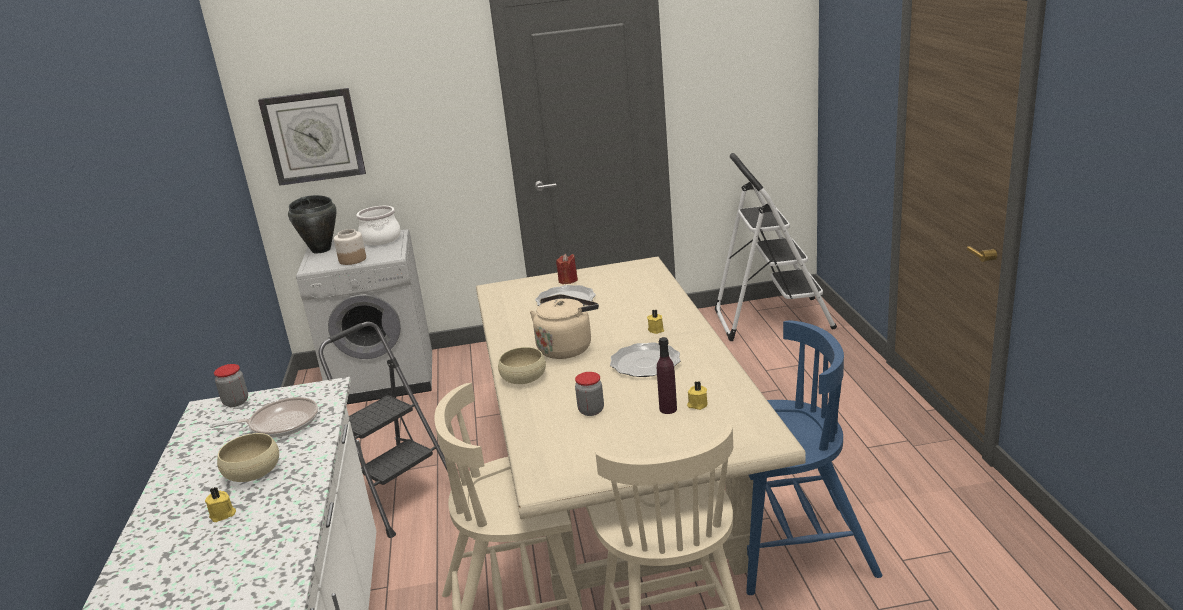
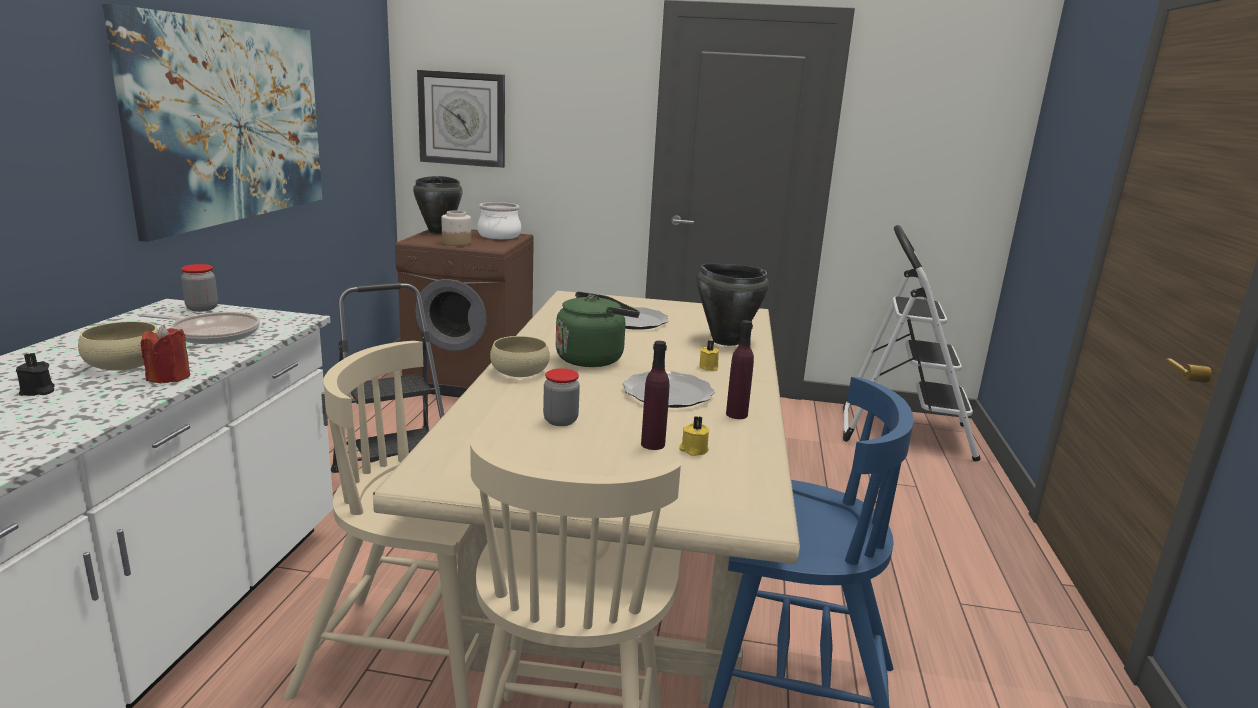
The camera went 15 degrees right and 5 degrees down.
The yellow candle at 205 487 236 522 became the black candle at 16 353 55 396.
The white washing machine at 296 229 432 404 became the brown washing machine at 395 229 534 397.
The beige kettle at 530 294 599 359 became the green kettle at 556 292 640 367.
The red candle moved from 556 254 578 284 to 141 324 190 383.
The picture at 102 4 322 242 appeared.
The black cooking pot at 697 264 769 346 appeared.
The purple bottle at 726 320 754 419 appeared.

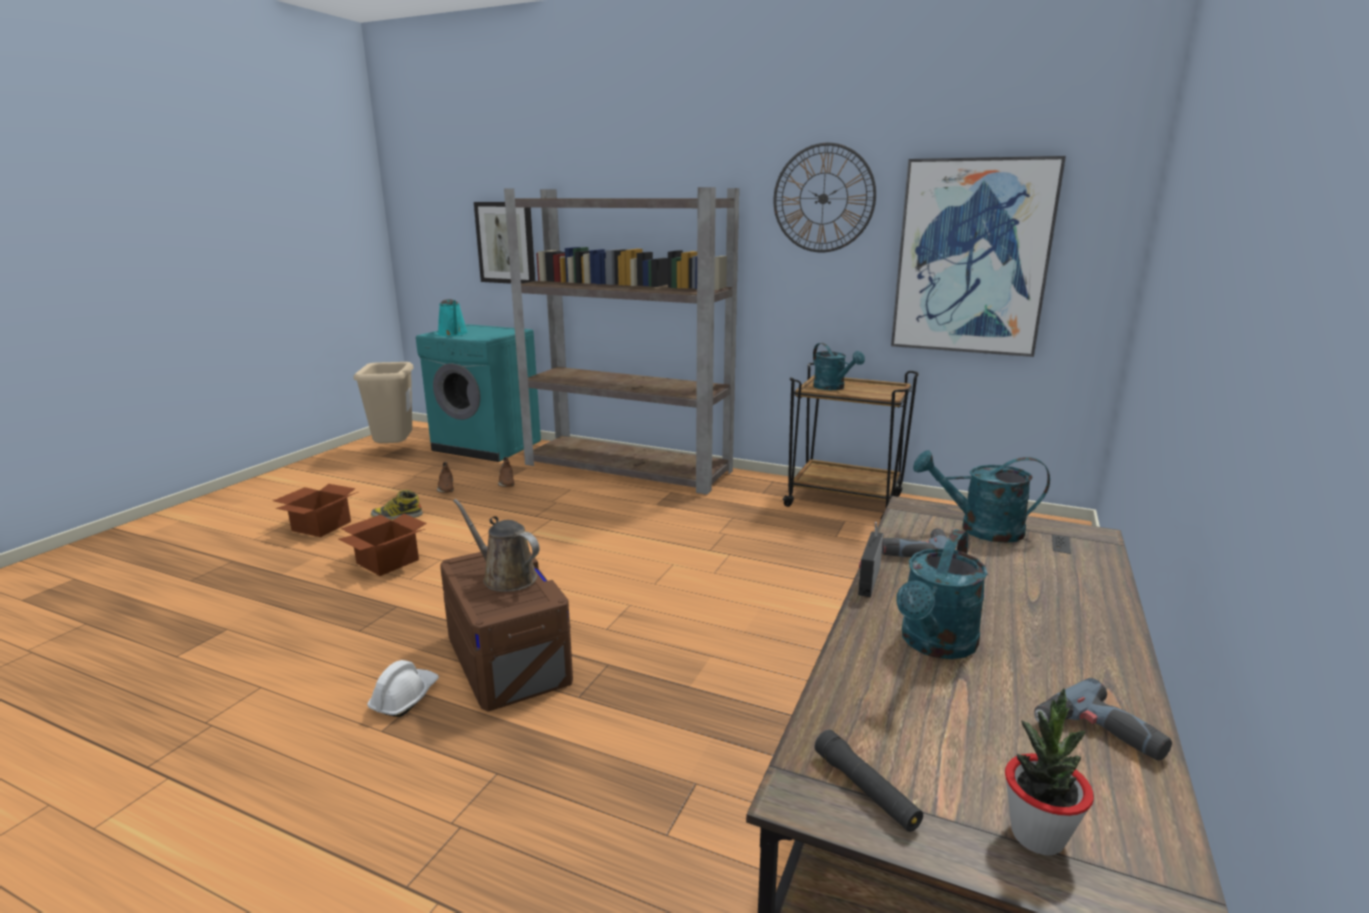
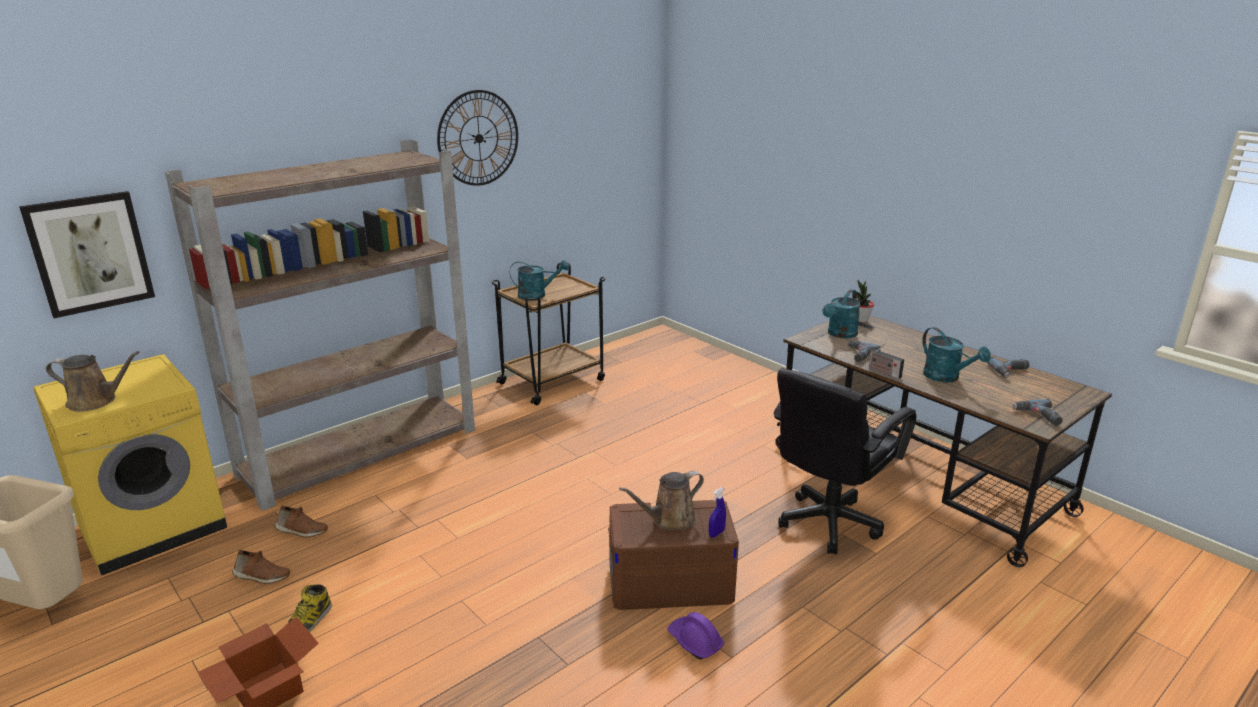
The camera went 65 degrees left and 5 degrees up.
The cardboard box at 339 514 427 576 disappeared.
The white hard hat at 367 660 439 717 became the purple hard hat at 667 612 724 659.
The turquoise washing machine at 416 324 541 462 became the yellow washing machine at 34 354 227 575.
The turquoise watering can at 438 299 468 336 became the brown watering can at 46 351 139 412.
The black flashlight at 815 730 923 832 was replaced by the power drill at 1013 399 1062 426.
The picture at 891 156 1066 357 disappeared.
The potted plant moved from 1005 688 1094 855 to 856 280 874 322.
The blue spray bottle at 709 487 726 538 appeared.
The black office chair at 774 368 916 555 appeared.

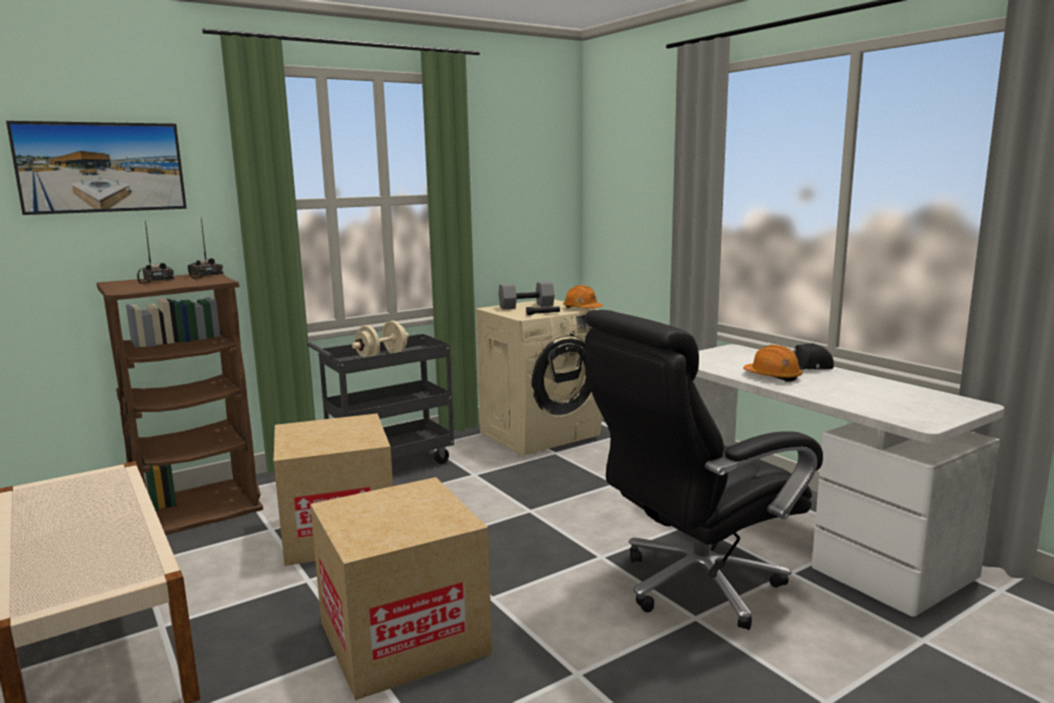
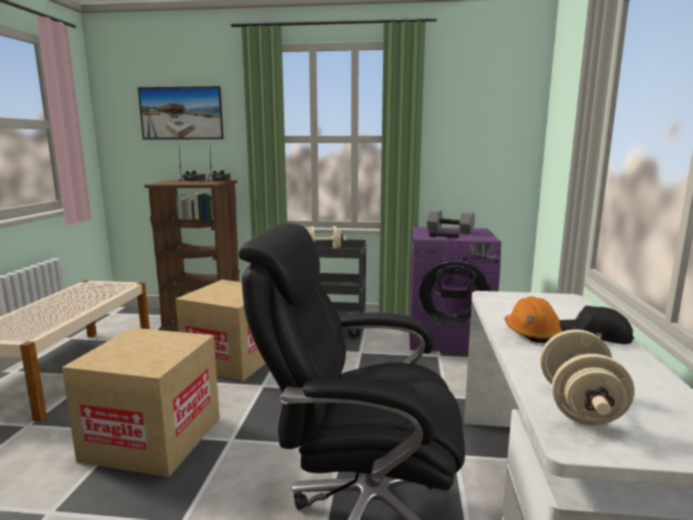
The camera went 40 degrees right and 0 degrees up.
The beige washing machine at 475 299 602 456 became the purple washing machine at 409 227 501 353.
The orange hard hat at 563 285 603 308 disappeared.
The beige dumbbell at 540 329 635 425 appeared.

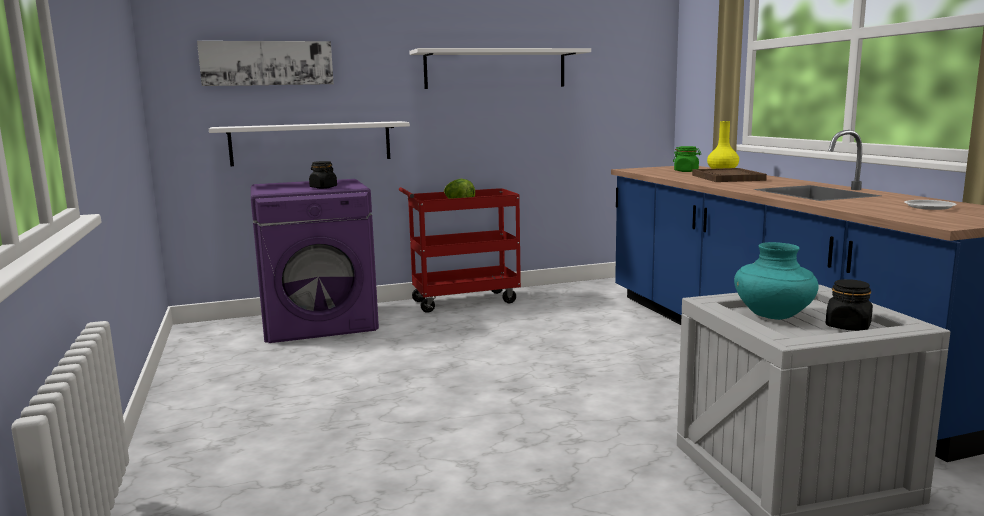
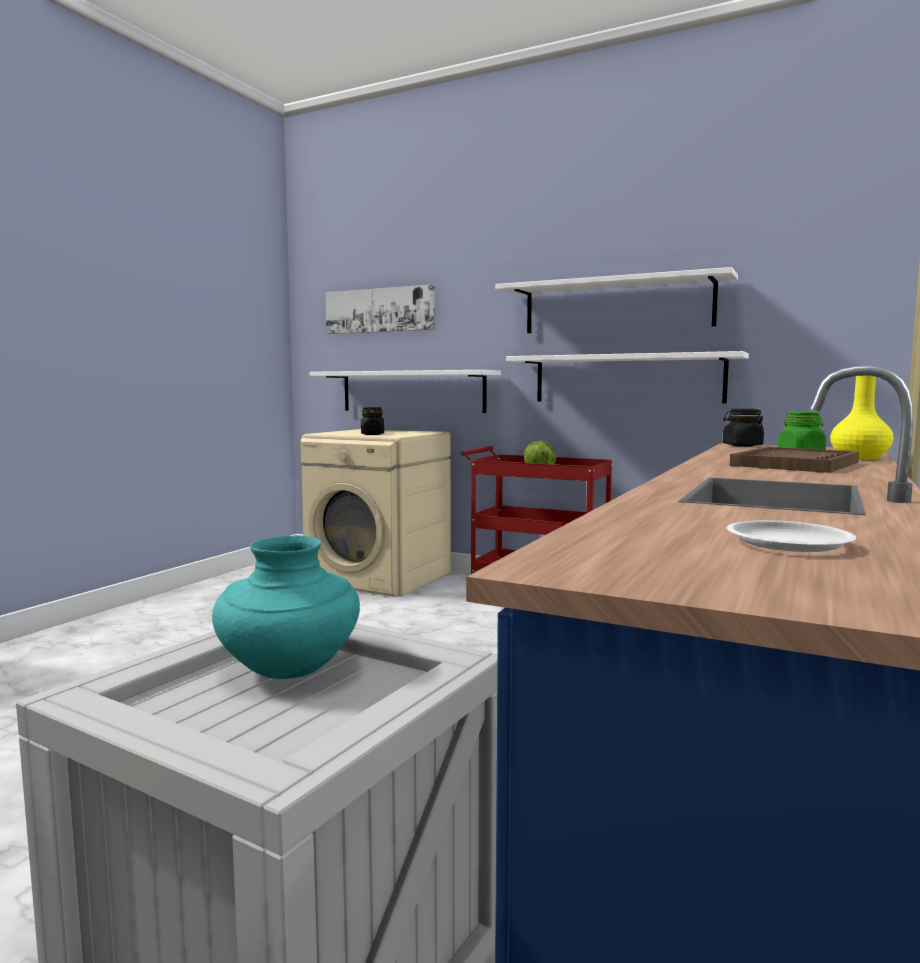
The camera went 45 degrees right and 5 degrees down.
The purple washing machine at 251 179 379 343 became the beige washing machine at 301 429 451 597.
The black jar moved from 826 279 873 331 to 723 409 764 447.
The white shelf at 506 351 749 403 appeared.

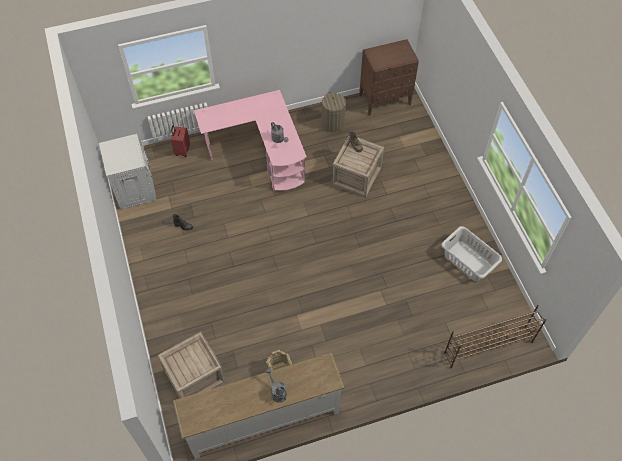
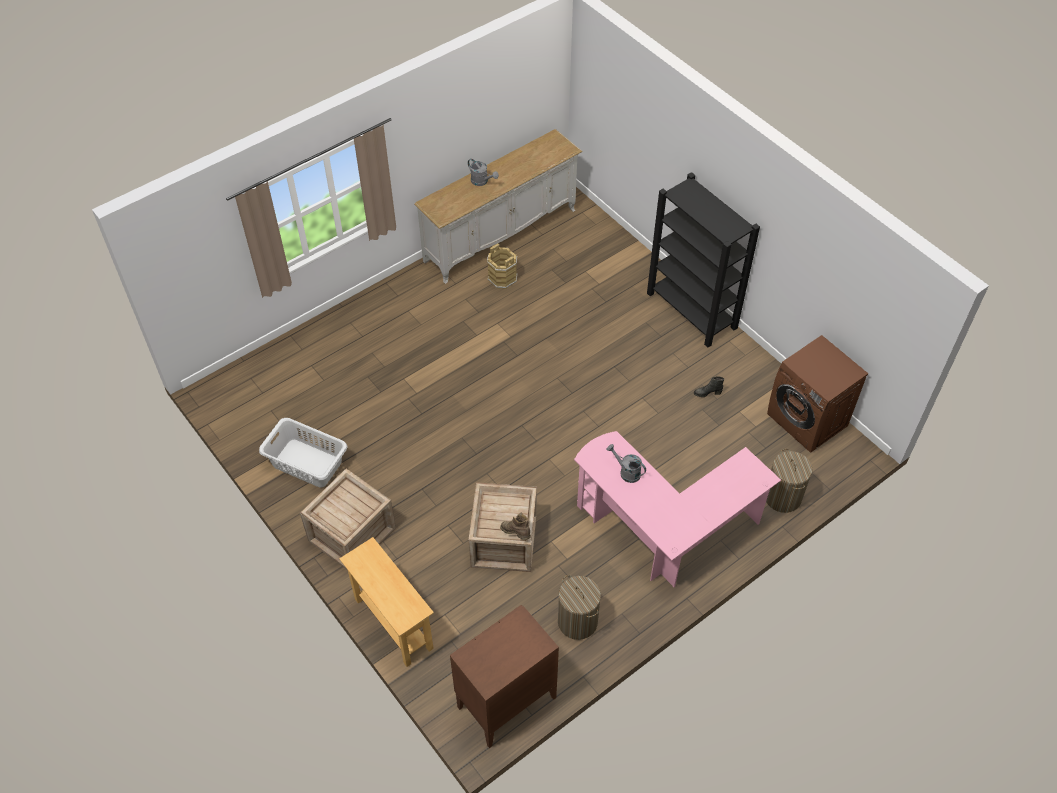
The camera went 160 degrees right and 5 degrees down.
The white washing machine at 99 134 156 210 became the brown washing machine at 767 335 868 453.
The crate moved from 158 332 226 398 to 300 469 396 570.
The red suitcase at 171 125 190 157 was replaced by the laundry basket at 766 449 812 513.
The brown shoe rack at 444 305 546 368 disappeared.
The beige console table at 339 537 434 667 appeared.
The black bookcase at 647 172 760 347 appeared.

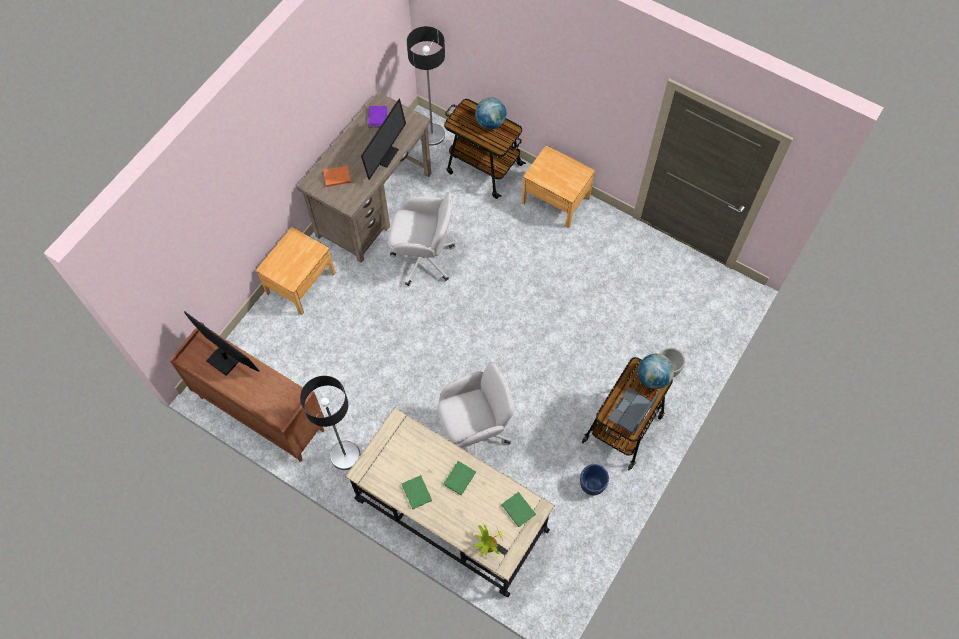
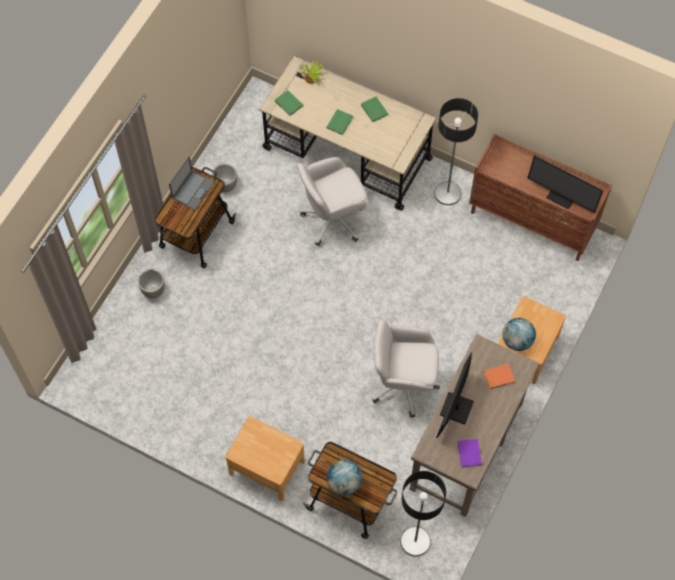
The camera went 175 degrees right and 0 degrees up.
The blue planter at 580 464 609 495 became the grey planter at 212 164 237 193.
The globe moved from 638 354 674 389 to 502 318 536 351.

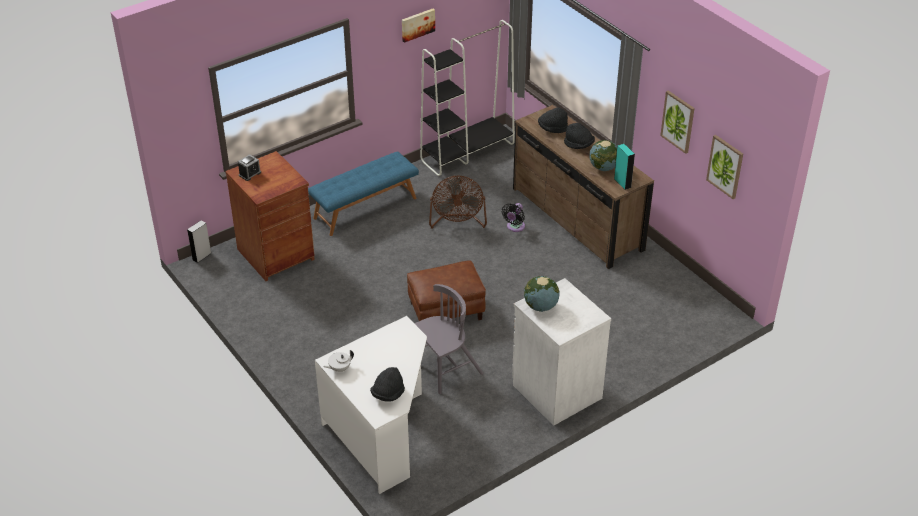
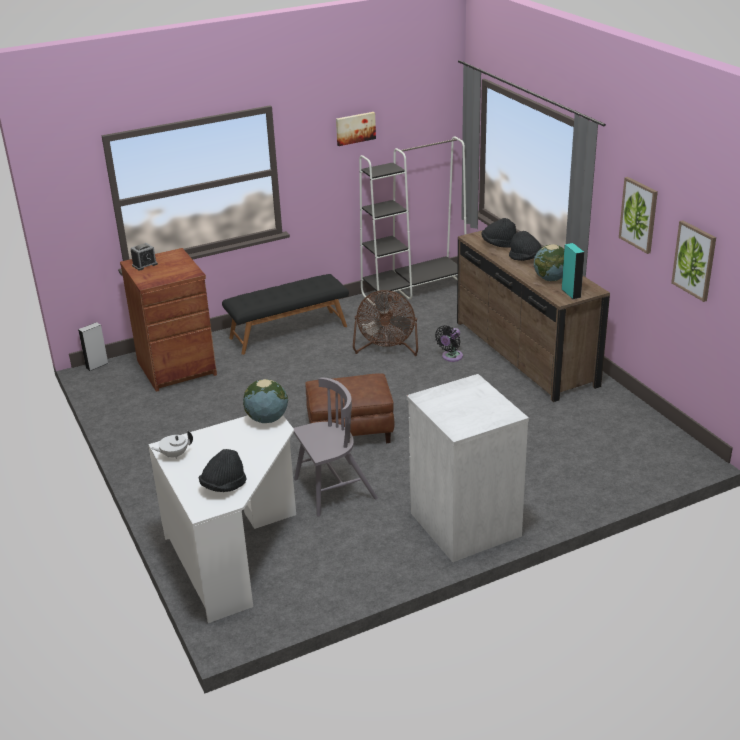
The camera went 10 degrees right and 10 degrees down.
The blue bench at 308 151 419 236 became the black bench at 222 274 349 355.
The globe moved from 524 276 560 312 to 243 379 288 424.

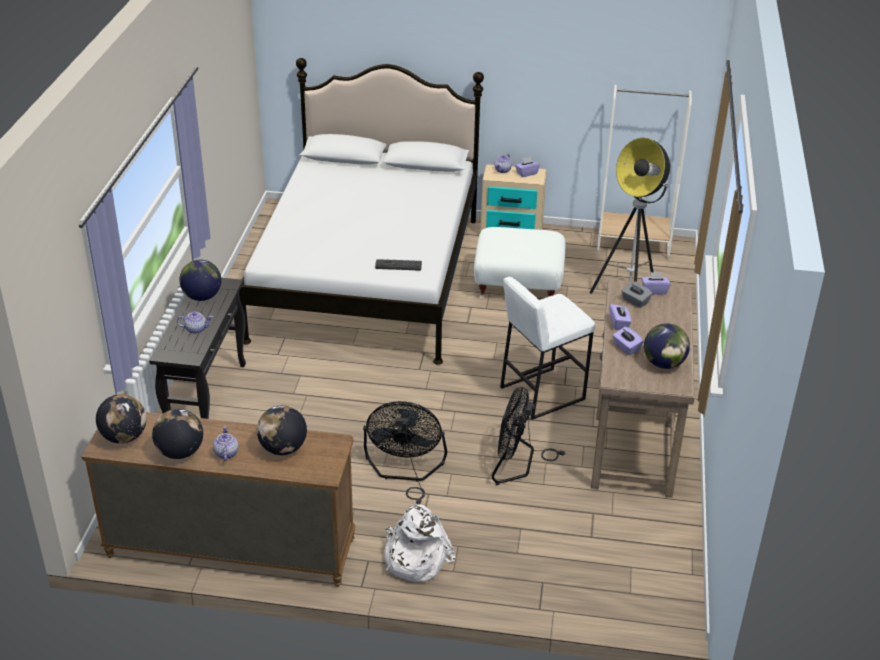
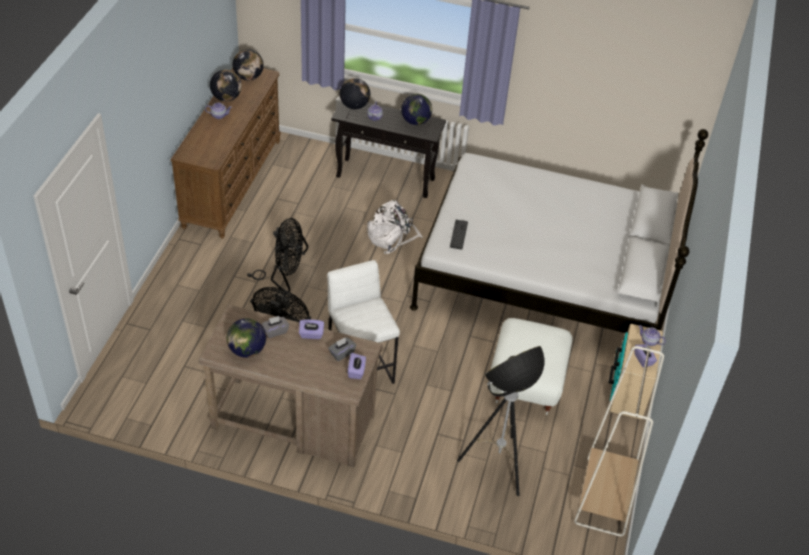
The camera went 95 degrees right and 10 degrees up.
The globe moved from 257 405 307 455 to 340 78 370 109.
The white backpack moved from 384 505 456 582 to 367 200 423 254.
The purple tissue box at 613 327 644 355 became the grey tissue box at 262 316 289 338.

